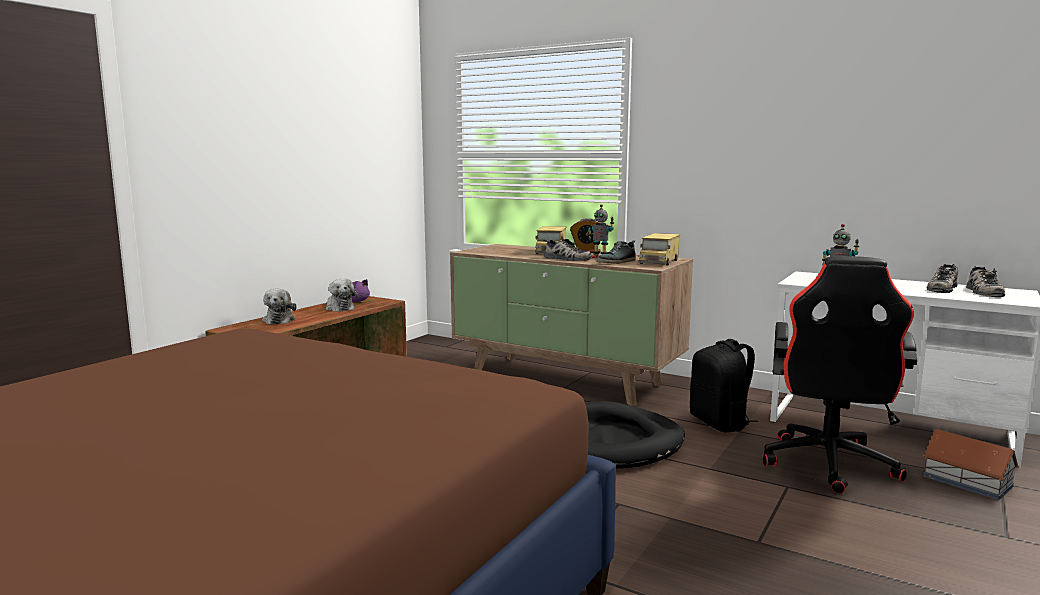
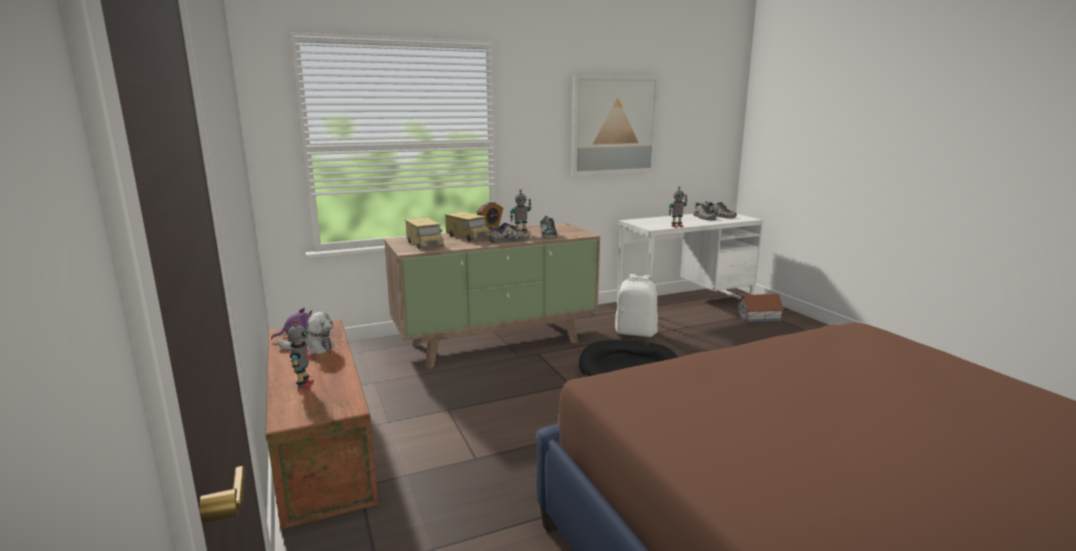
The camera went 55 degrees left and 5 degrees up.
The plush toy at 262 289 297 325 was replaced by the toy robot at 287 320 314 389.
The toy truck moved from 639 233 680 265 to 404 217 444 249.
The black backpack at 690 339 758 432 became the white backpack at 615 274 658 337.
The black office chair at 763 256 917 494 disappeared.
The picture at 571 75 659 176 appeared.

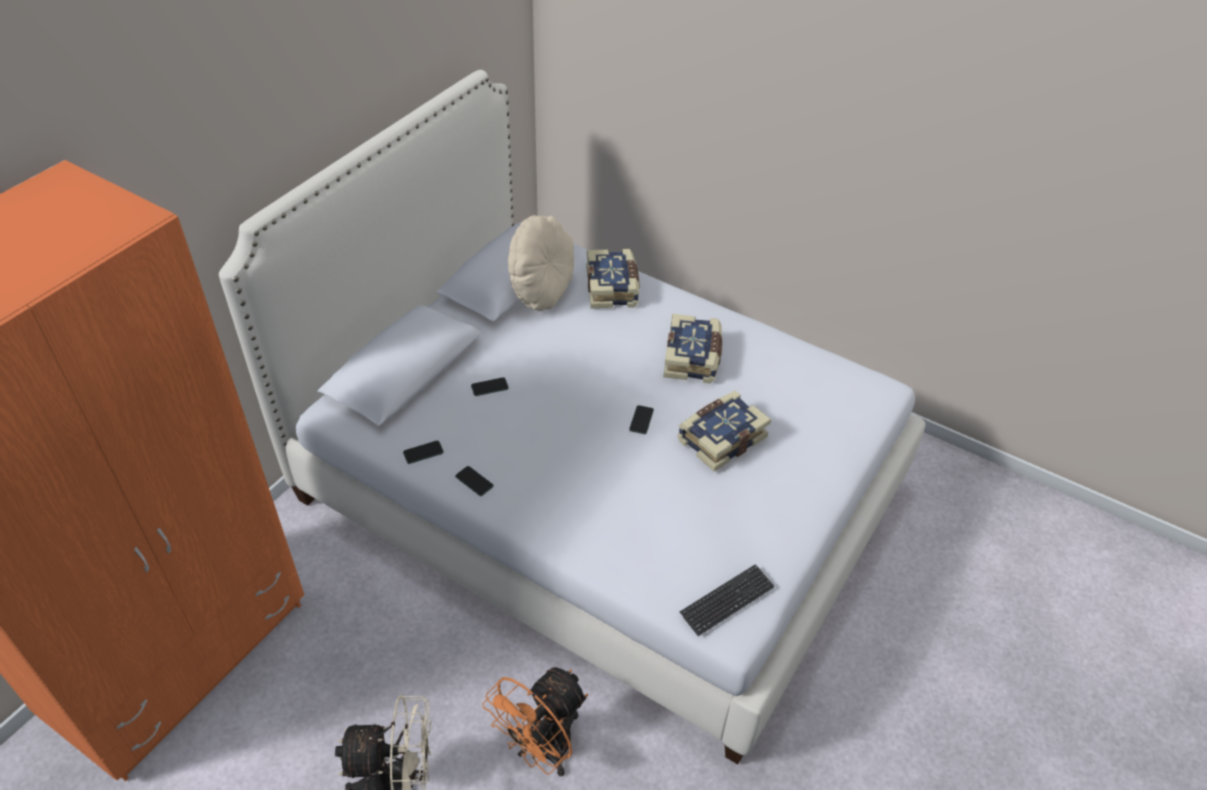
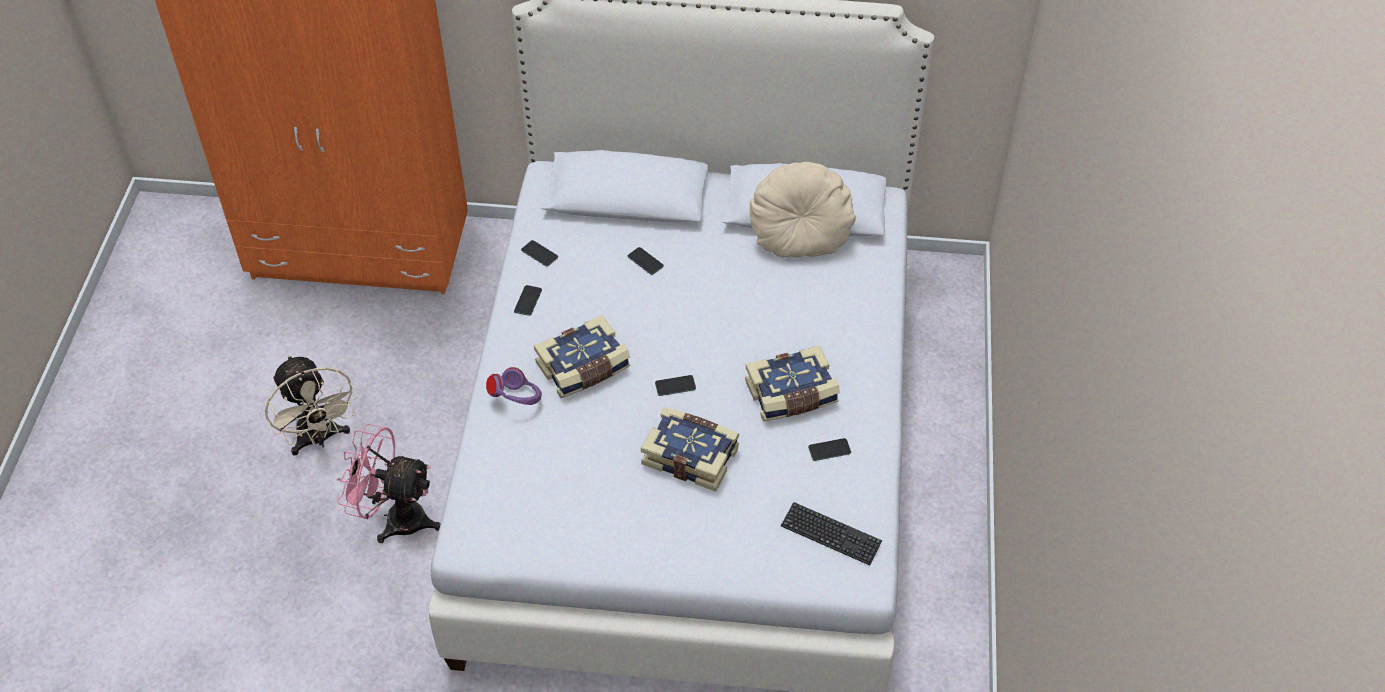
The camera went 65 degrees right and 5 degrees up.
The orange fan at 482 667 588 776 became the pink fan at 337 424 440 543.
The book moved from 586 249 640 308 to 534 315 630 398.
The keyboard moved from 680 564 775 636 to 781 502 882 565.
The purple headphones at 486 367 542 405 appeared.
The phone at 808 438 851 461 appeared.

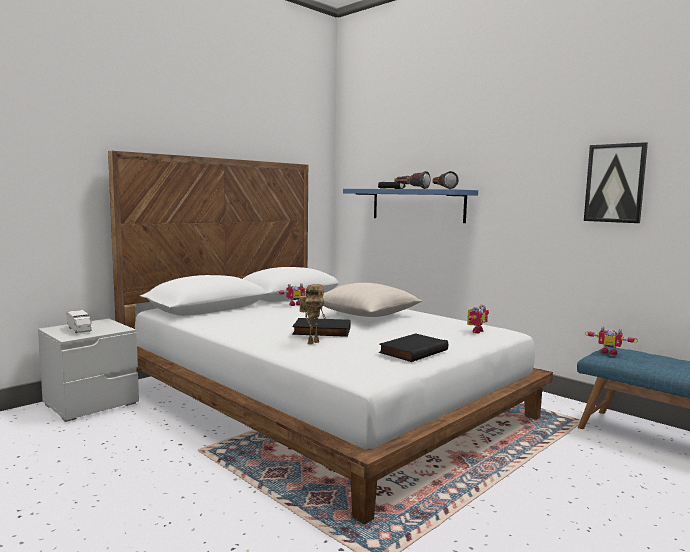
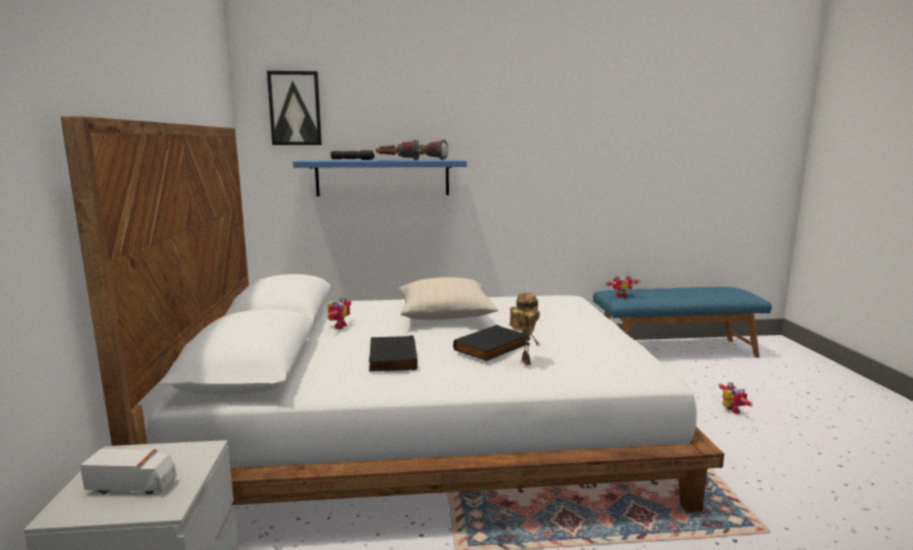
The camera went 50 degrees left and 5 degrees up.
The black book moved from 379 334 448 362 to 369 335 418 372.
The toy robot moved from 467 305 489 333 to 718 382 753 414.
The picture moved from 584 142 648 223 to 267 71 322 145.

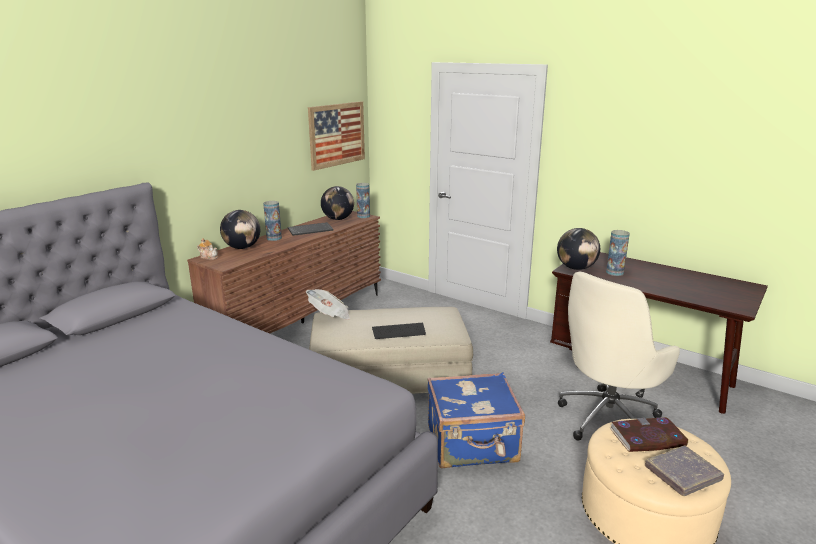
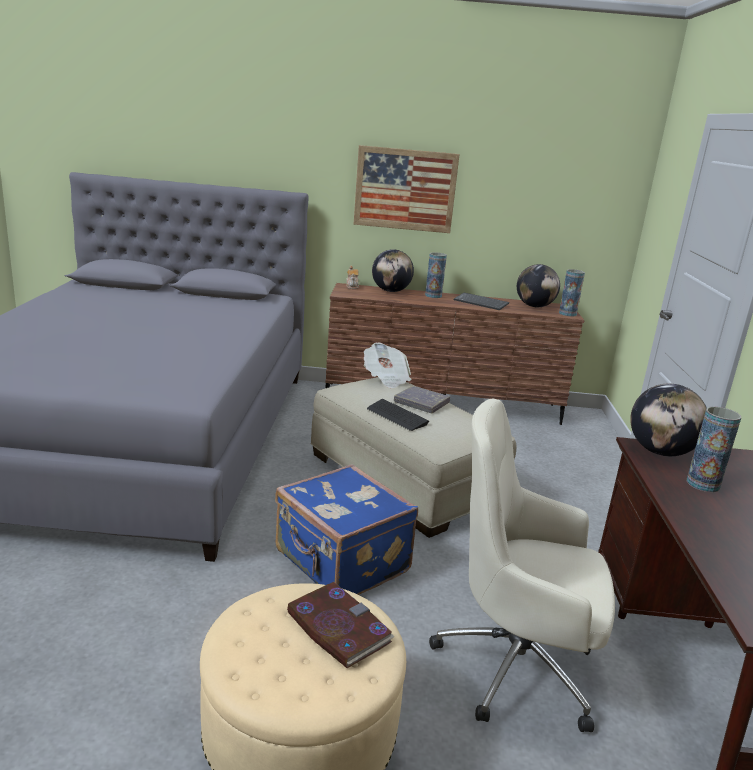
The camera went 55 degrees right and 0 degrees up.
The picture moved from 308 101 365 171 to 353 145 460 233.
The grey book moved from 645 445 724 496 to 394 386 450 413.

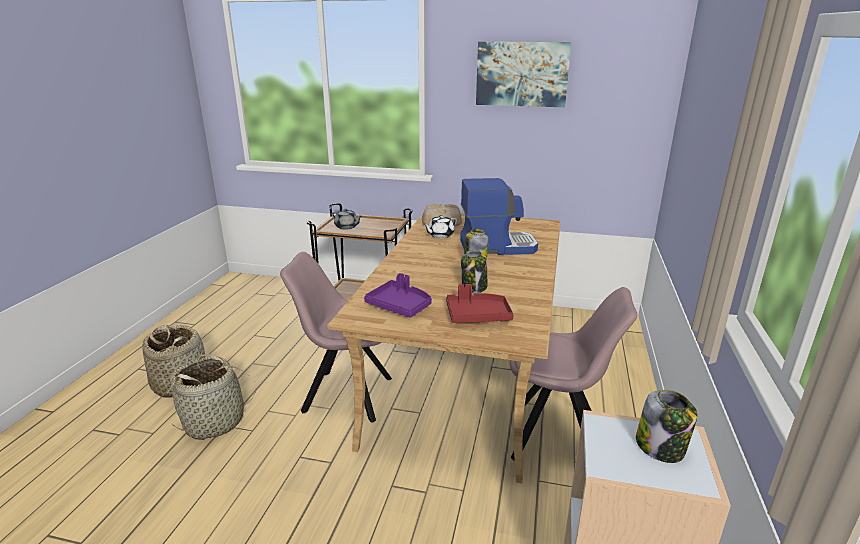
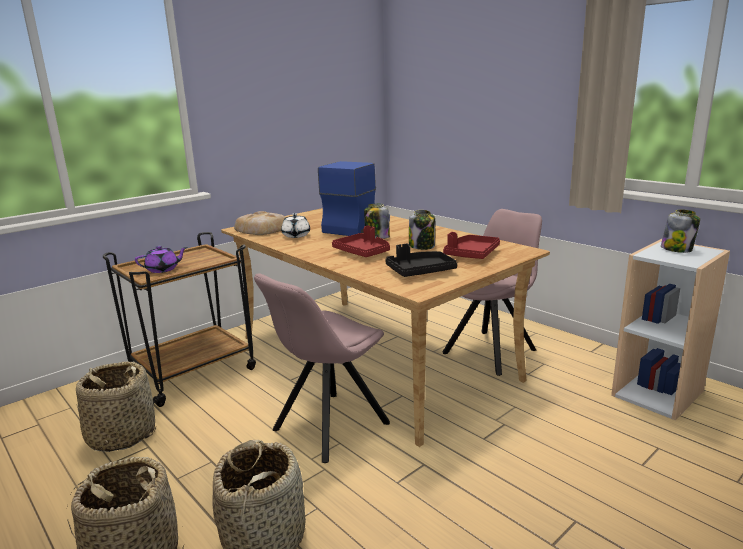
The camera went 55 degrees left and 5 degrees down.
The grey teapot at 331 209 362 230 became the purple teapot at 135 246 187 273.
The purple tray at 364 273 432 317 became the black tray at 385 244 457 277.
The picture at 476 42 572 107 disappeared.
The basket at 76 361 156 452 appeared.
The red tray at 332 226 390 257 appeared.

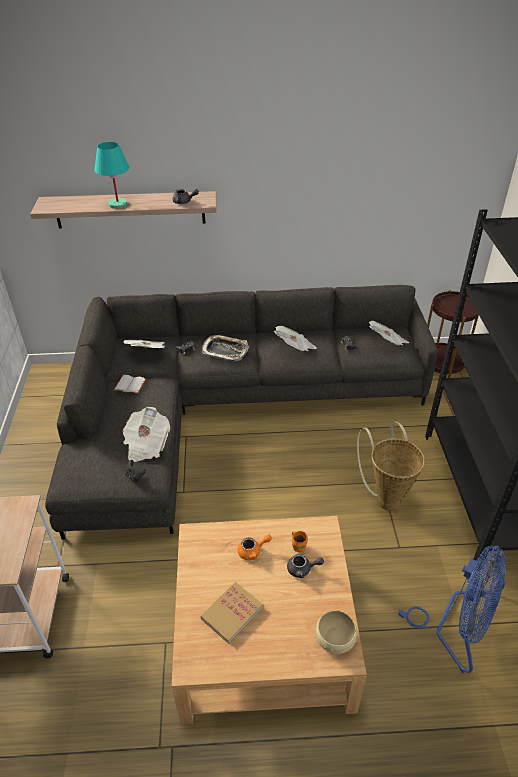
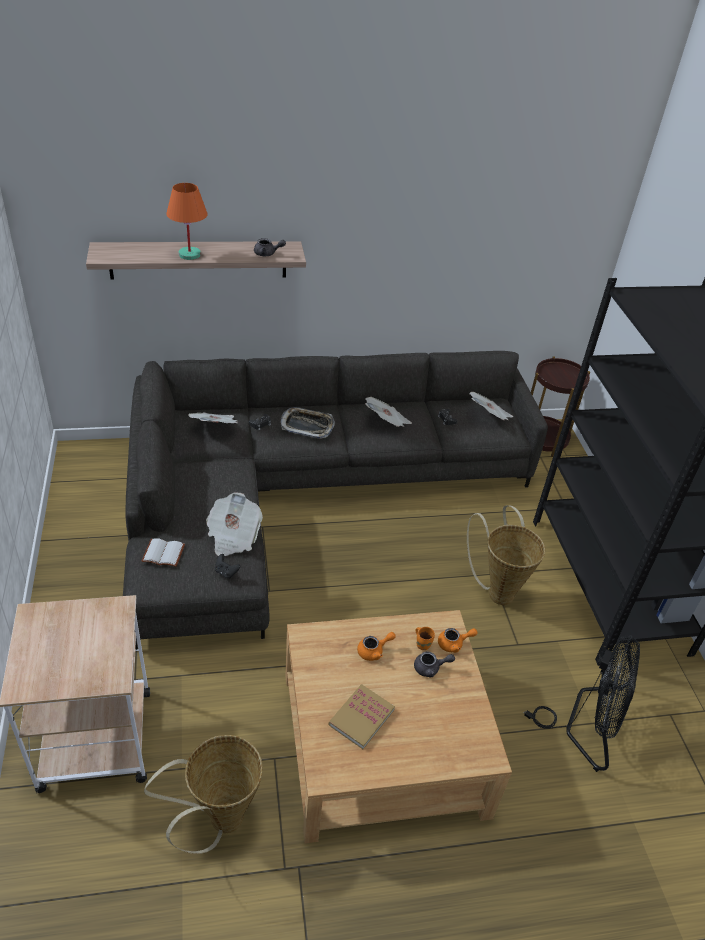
The camera went 10 degrees left and 0 degrees up.
The turquoise table lamp at 94 142 129 209 became the orange table lamp at 166 183 208 260.
The white book moved from 113 375 147 394 to 141 538 185 567.
The beige bowl at 315 610 357 654 disappeared.
The blue fan at 398 546 506 673 became the black fan at 523 635 640 772.
The basket at 144 735 263 854 appeared.
The orange teapot at 438 628 478 653 appeared.

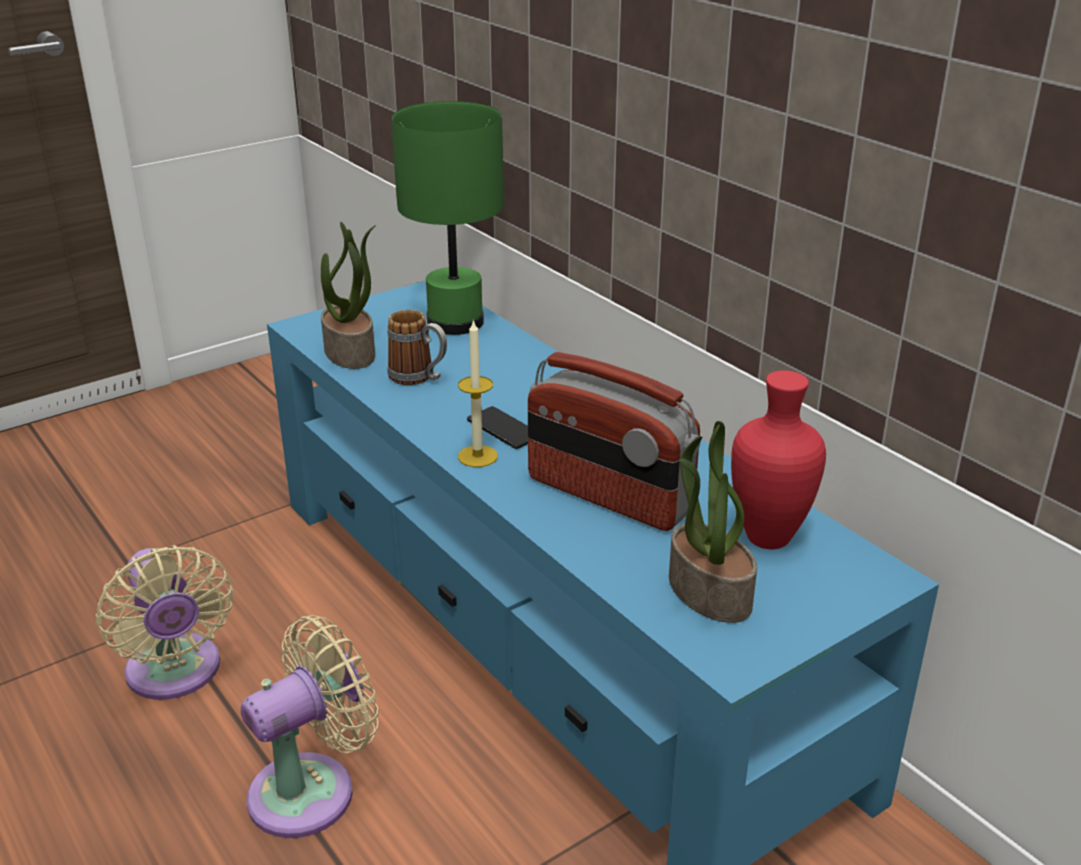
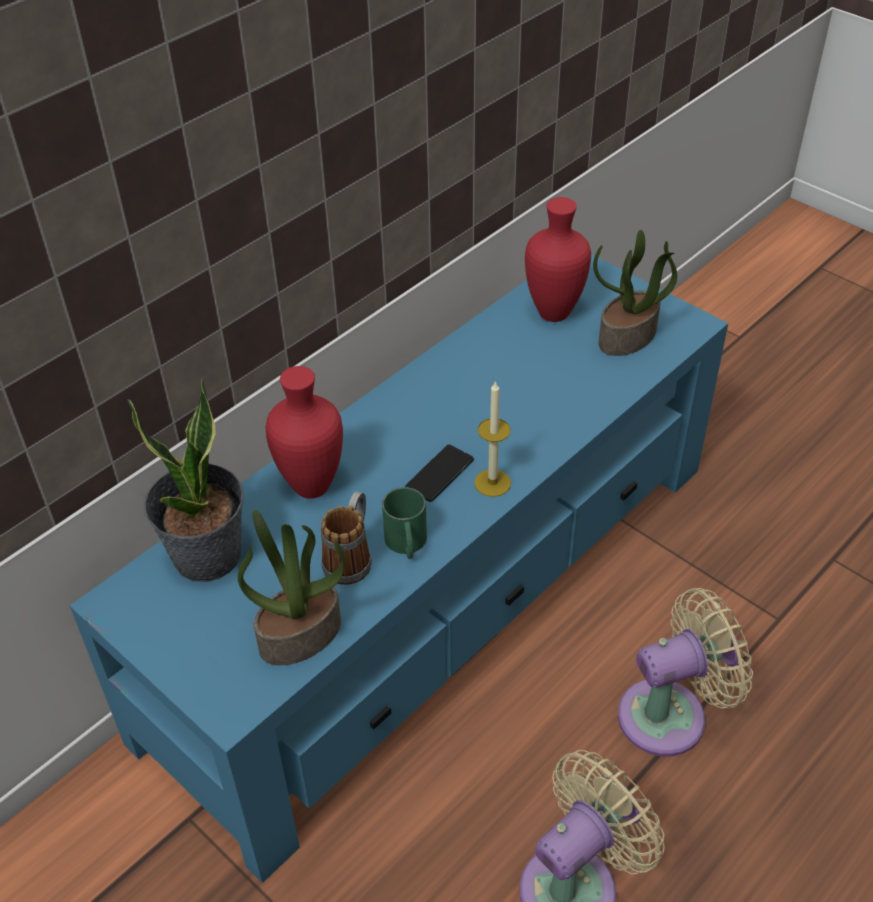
The camera went 100 degrees left and 15 degrees up.
The beige fan at 241 615 378 838 turned 120 degrees clockwise.
The green table lamp at 392 101 504 335 was replaced by the potted plant at 128 378 244 582.
The radio at 528 352 700 531 disappeared.
The red vase at 265 366 343 499 appeared.
The green mug at 382 487 427 559 appeared.

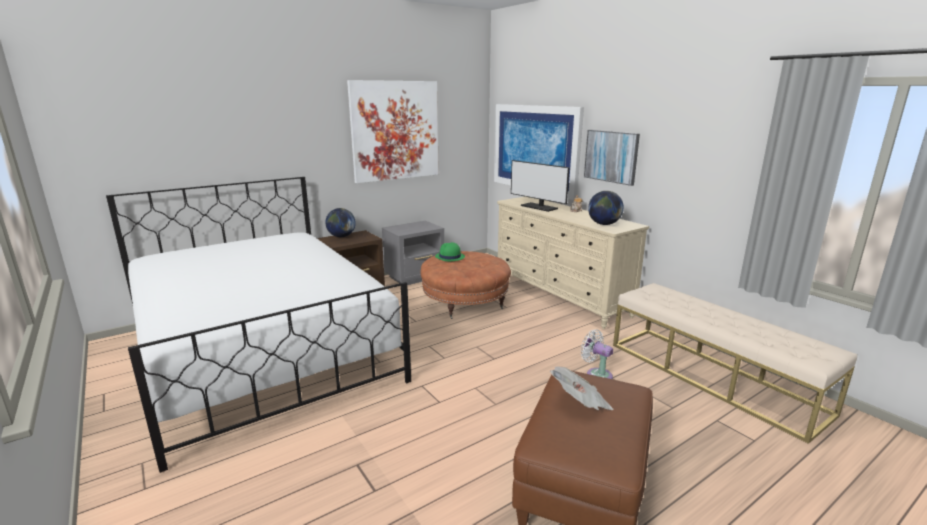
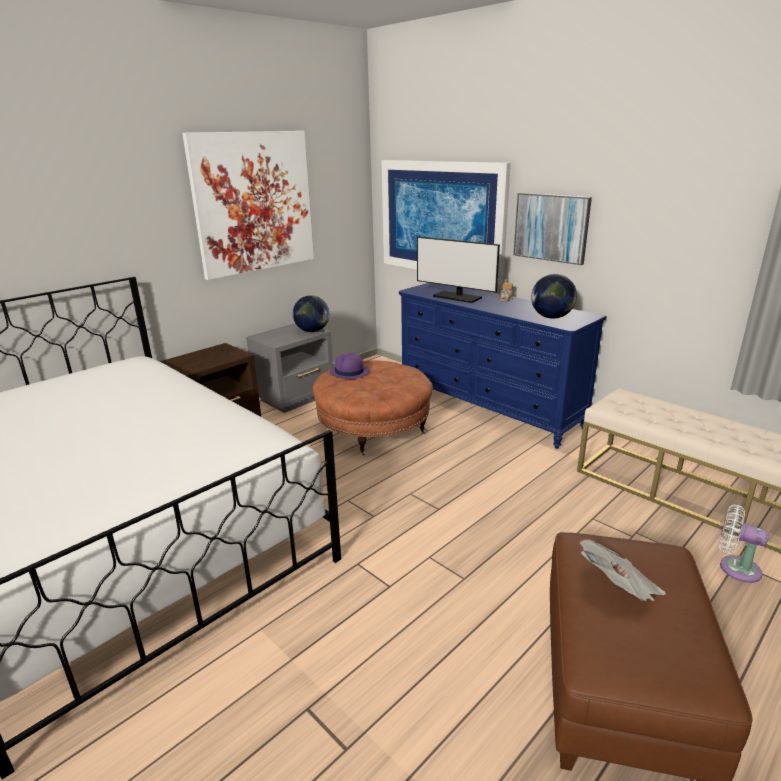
The camera went 10 degrees left and 5 degrees up.
The globe moved from 325 208 356 237 to 293 295 329 332.
The green hat at 435 242 465 261 became the purple hat at 329 352 369 379.
The beige dresser at 497 197 649 329 became the blue dresser at 399 283 607 449.
The white fan moved from 581 329 613 379 to 719 505 769 583.

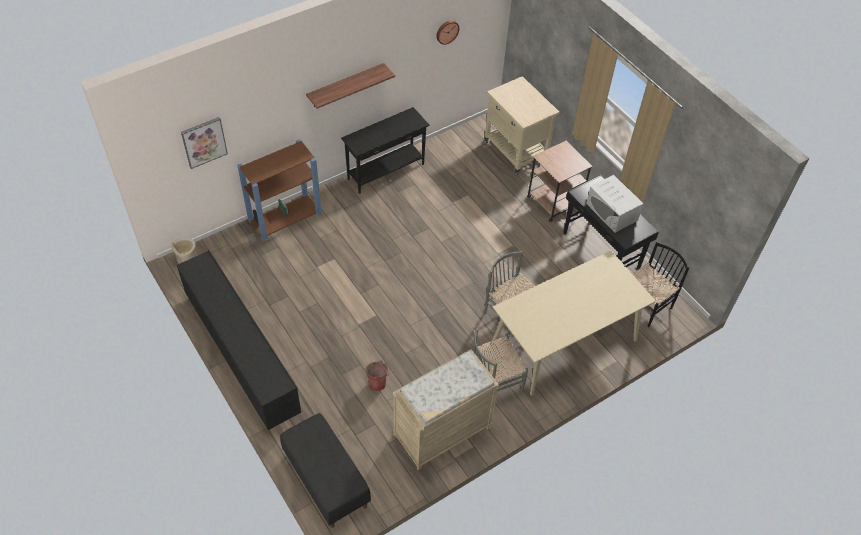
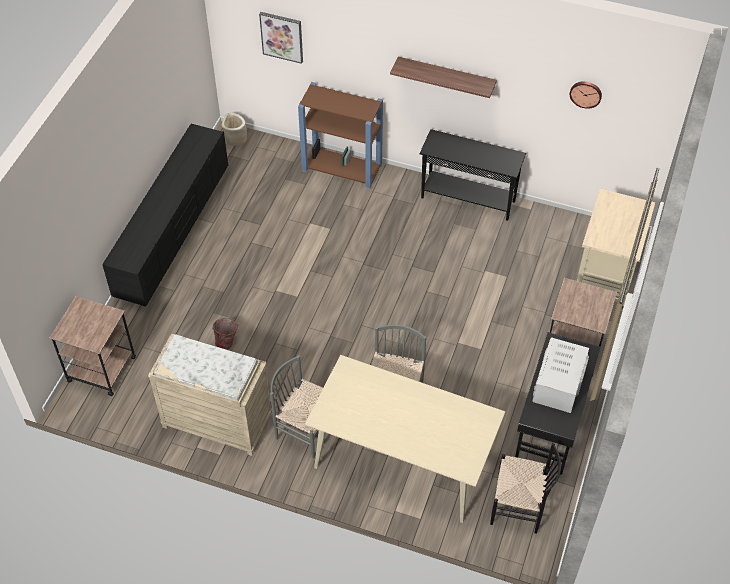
The camera went 55 degrees right and 0 degrees up.
The black bench at 280 413 371 528 was replaced by the brown cart at 50 296 136 396.

